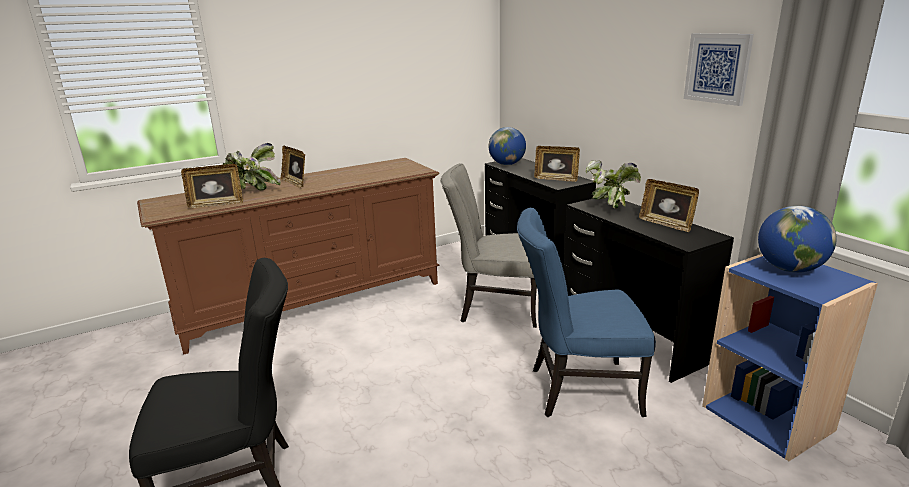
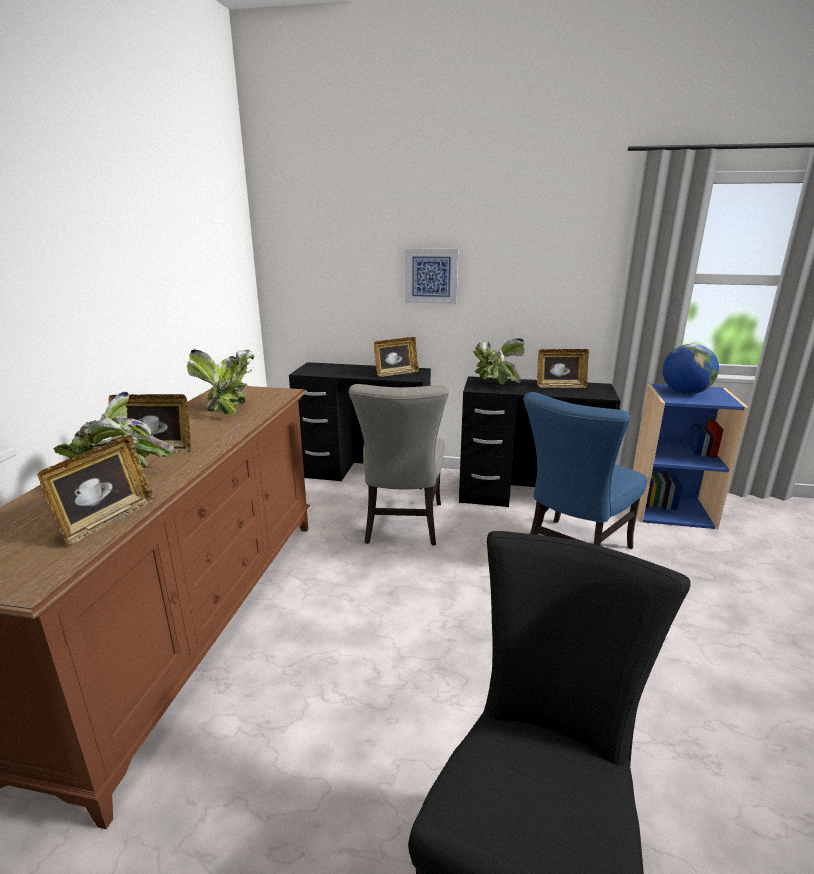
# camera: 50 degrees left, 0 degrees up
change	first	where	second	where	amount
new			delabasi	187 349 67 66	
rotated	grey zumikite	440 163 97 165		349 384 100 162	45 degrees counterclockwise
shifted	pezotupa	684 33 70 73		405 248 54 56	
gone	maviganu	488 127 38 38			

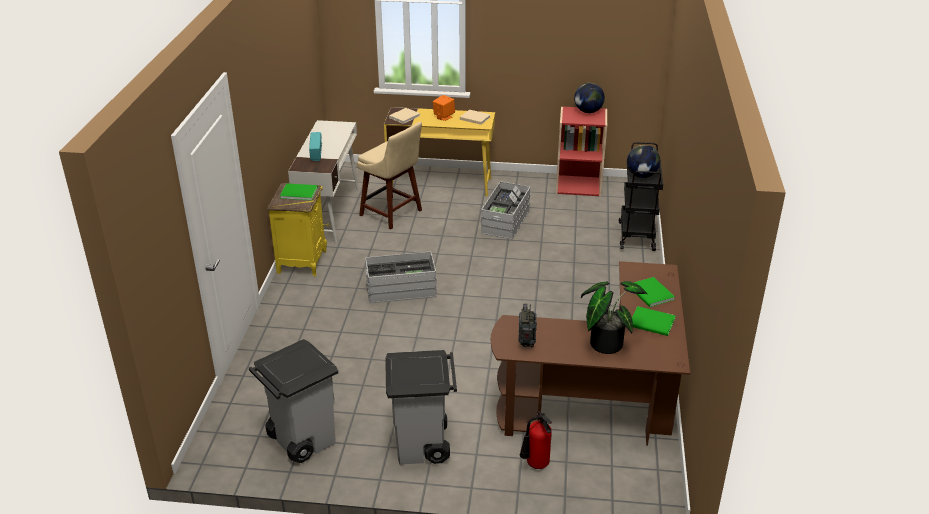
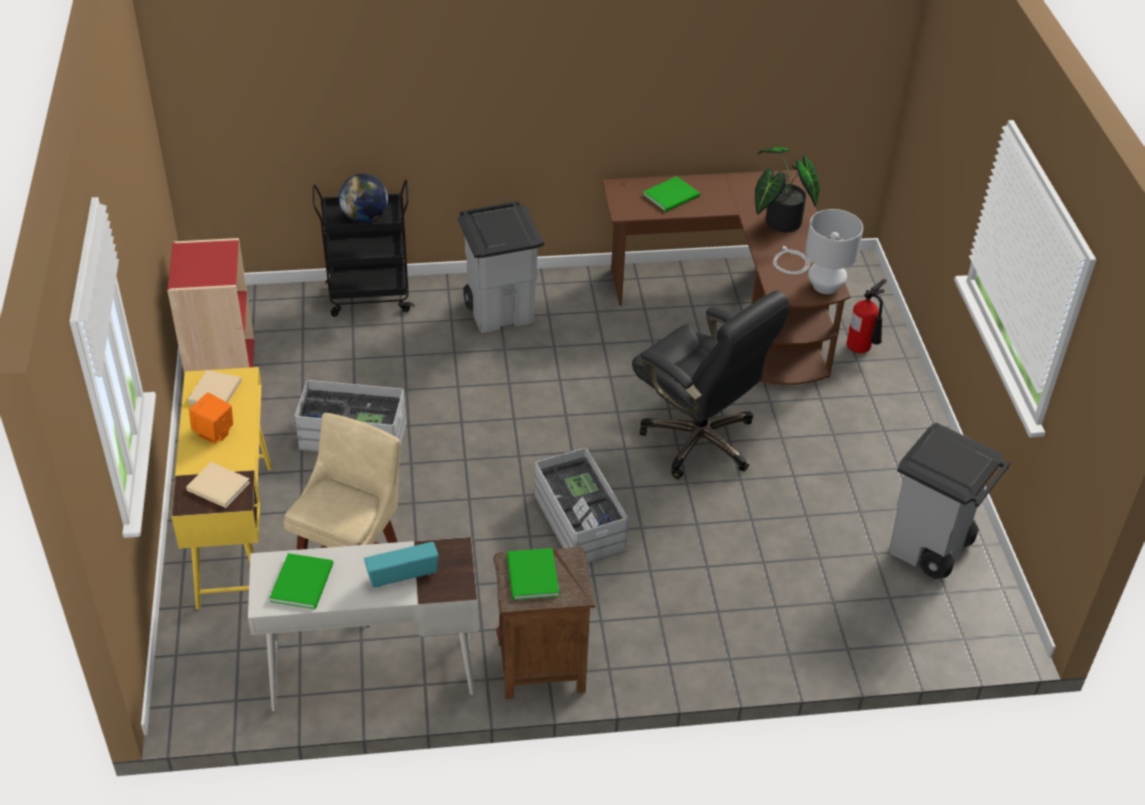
# camera: 105 degrees left, 10 degrees up
change	first	where	second	where	amount
shifted	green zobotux	632 306 44 30		270 553 63 56	
shifted	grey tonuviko	385 350 72 115		458 201 86 131	
repainted	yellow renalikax	267 183 62 93	brown renalikax	493 547 103 152	
new			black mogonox	632 291 158 188	
swapped	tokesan	519 304 18 43	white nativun	773 209 90 85	
gone	maviganu	574 83 31 30			

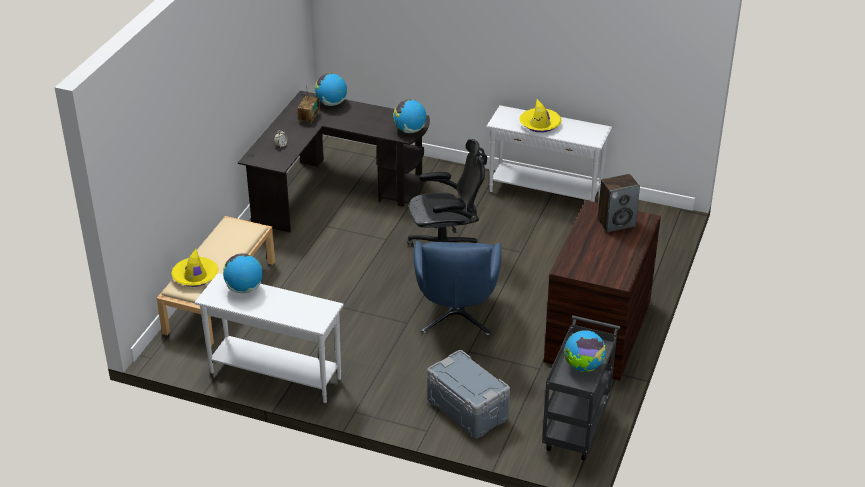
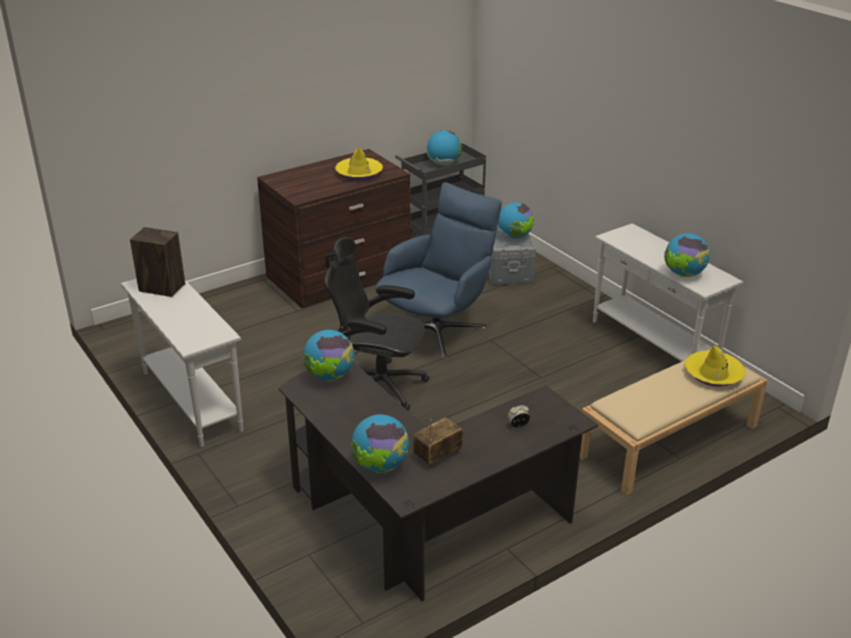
# camera: 145 degrees left, 5 degrees down
change	first	where	second	where	amount
shifted	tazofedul	598 174 42 59		130 227 55 70	
shifted	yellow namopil	519 99 43 34		335 148 48 33	
new			maviganu	498 202 36 37	

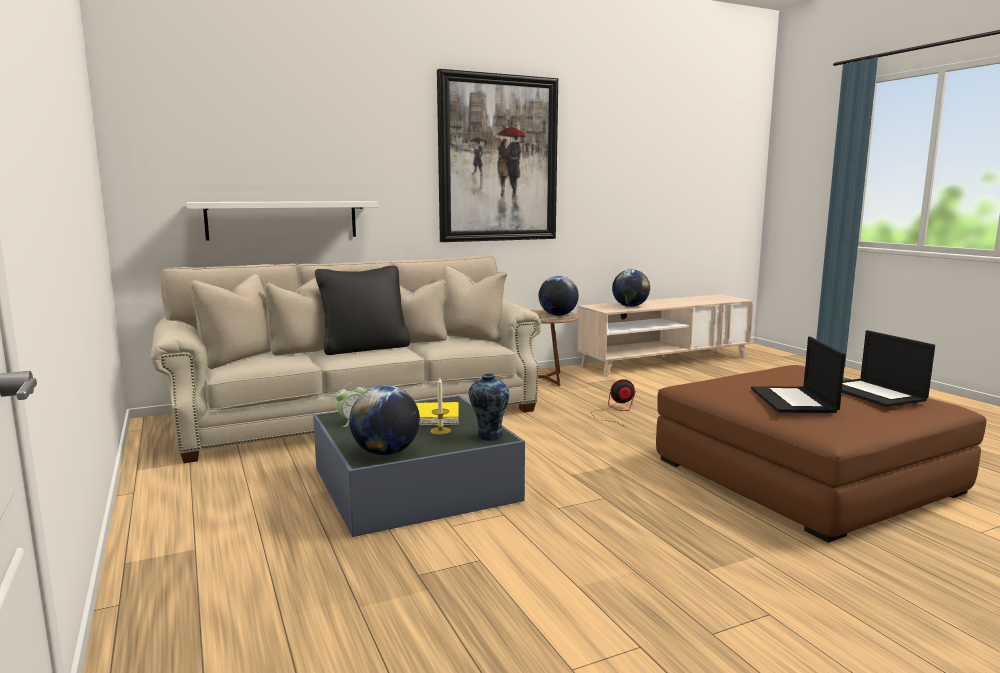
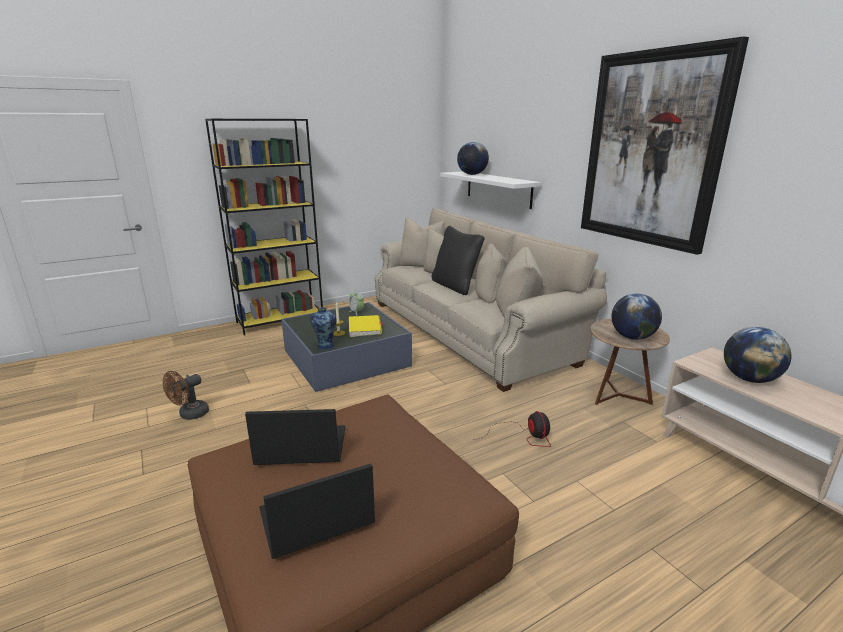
# camera: 85 degrees right, 10 degrees up
change	first	where	second	where	amount
new			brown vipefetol	163 371 46 49	
new			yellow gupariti	205 119 118 216	
shifted	maviganu	349 385 71 70		457 142 32 33	

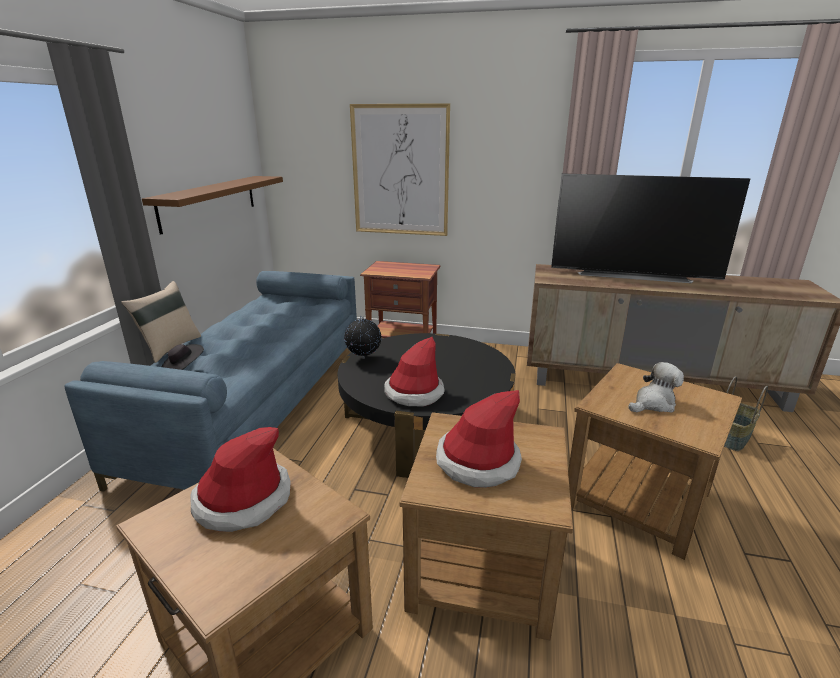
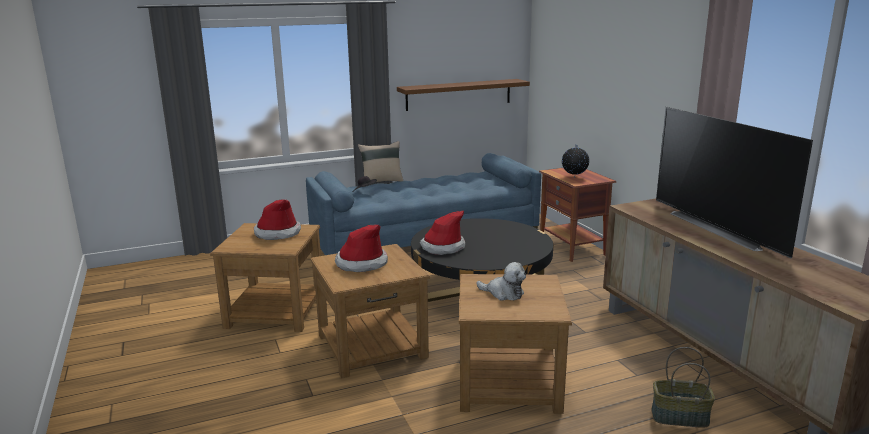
# camera: 55 degrees right, 5 degrees down
change	first	where	second	where	amount
shifted	maviganu	344 316 37 43		562 145 27 33	
gone	pezotupa	350 103 100 133			

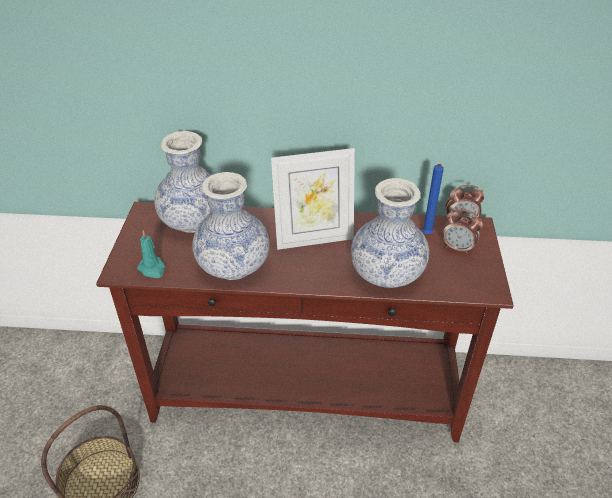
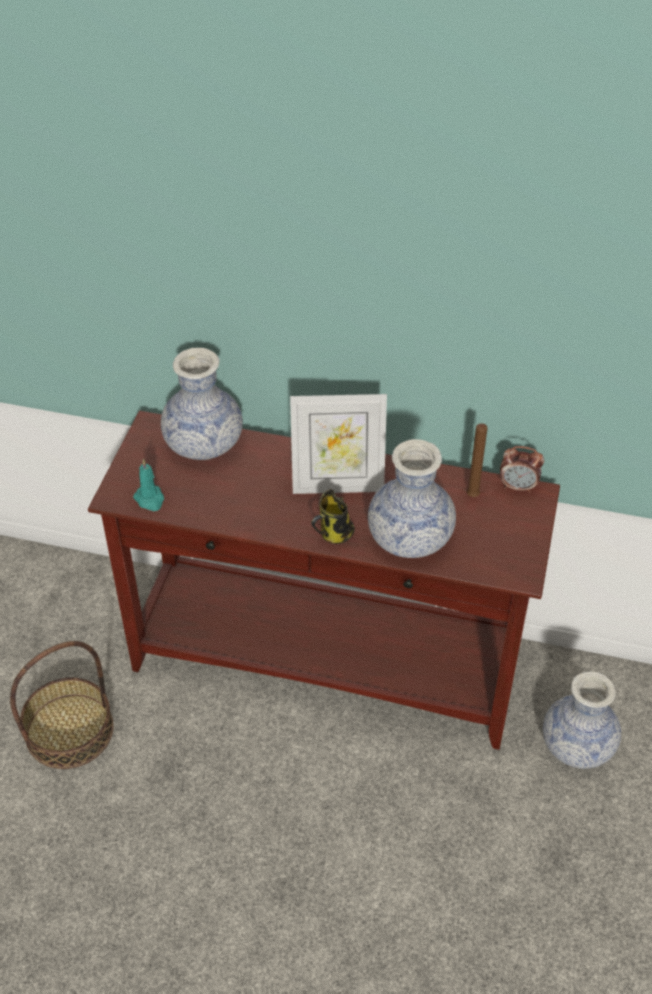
# camera: 10 degrees right, 5 degrees up
change	first	where	second	where	amount
new			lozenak	311 489 44 55	
repainted	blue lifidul	422 164 22 70	brown lifidul	467 423 20 74	
shifted	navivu	192 172 78 108		543 672 78 97	
gone	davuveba	442 209 41 45			

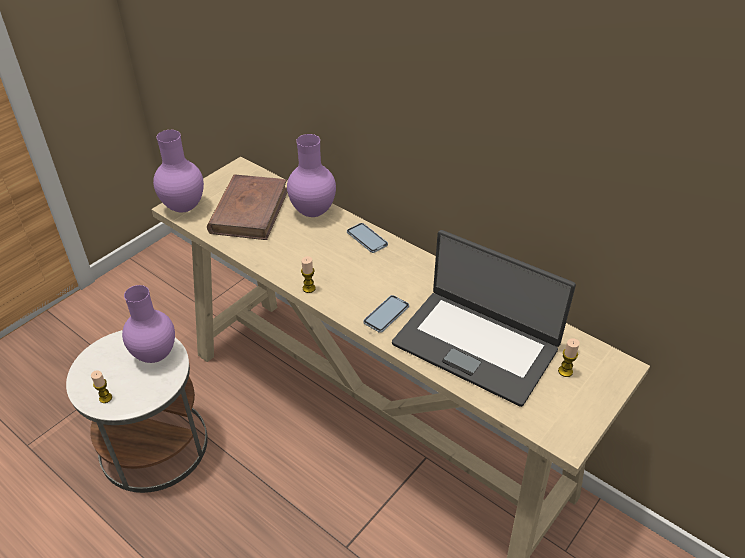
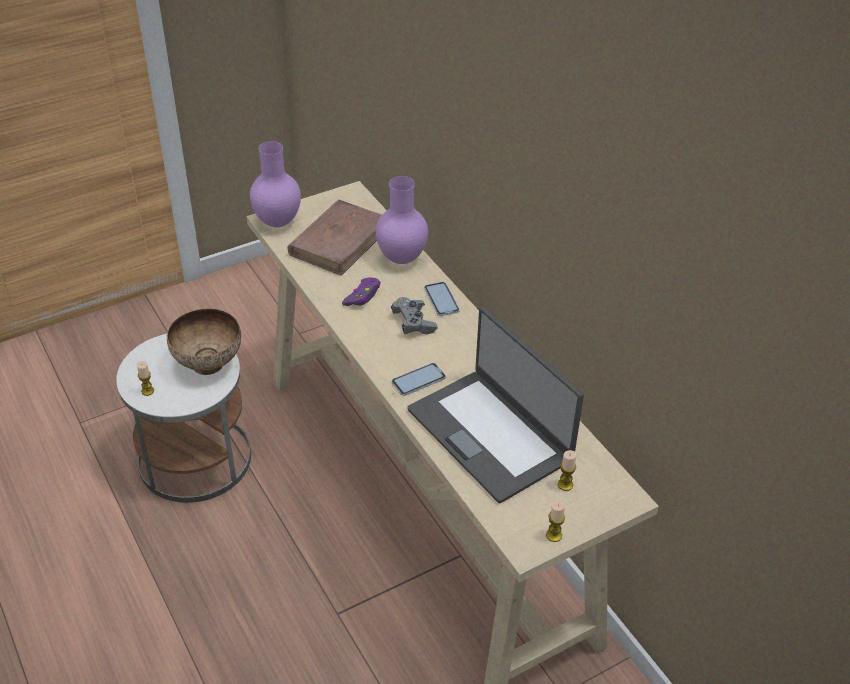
# camera: 20 degrees right, 0 degrees up
change	first	where	second	where	amount
swapped	purple navivu	122 285 53 78	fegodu	167 308 74 67	
new			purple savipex	342 278 39 28	
new			grey savipex	391 297 47 37	
shifted	lifidul	301 256 15 37		546 500 19 42	

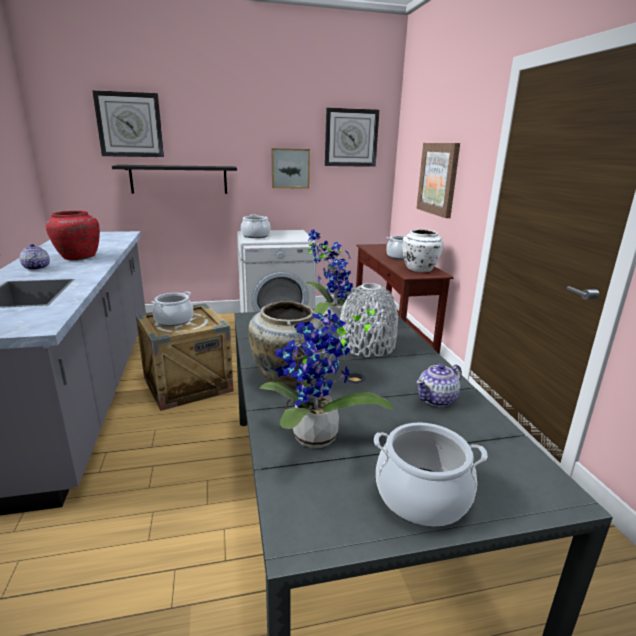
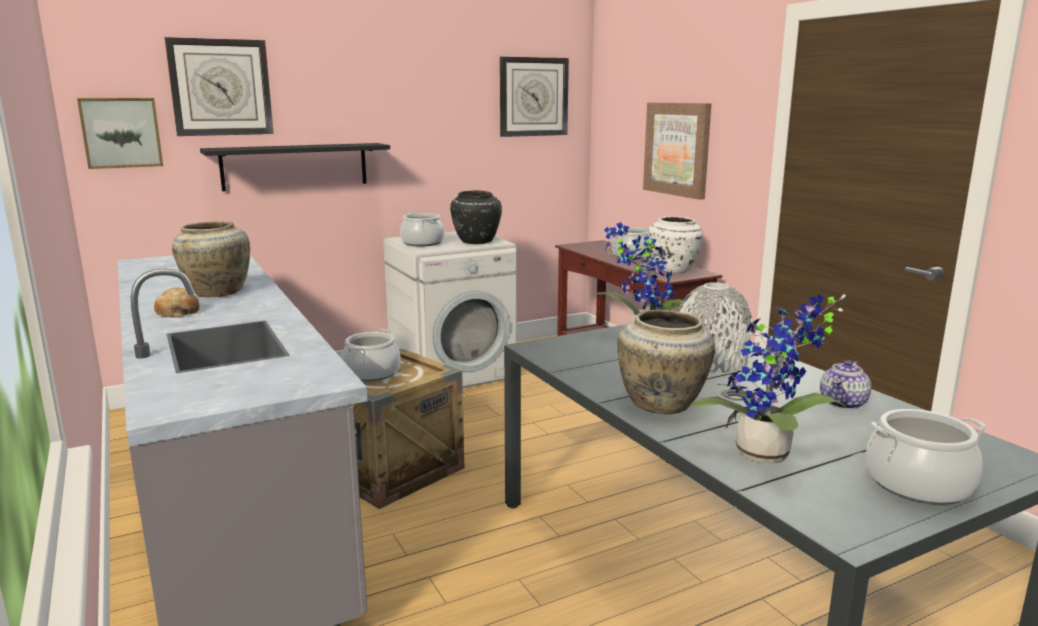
# camera: 15 degrees left, 5 degrees down
change	first	where	second	where	amount
shifted	pezotupa	271 148 39 40		77 98 86 71	
swapped	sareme	19 244 31 26	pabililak	154 287 45 30	
repainted	red navivu	46 211 54 49	beige navivu	172 221 78 76	
new			black navivu	450 190 52 54	

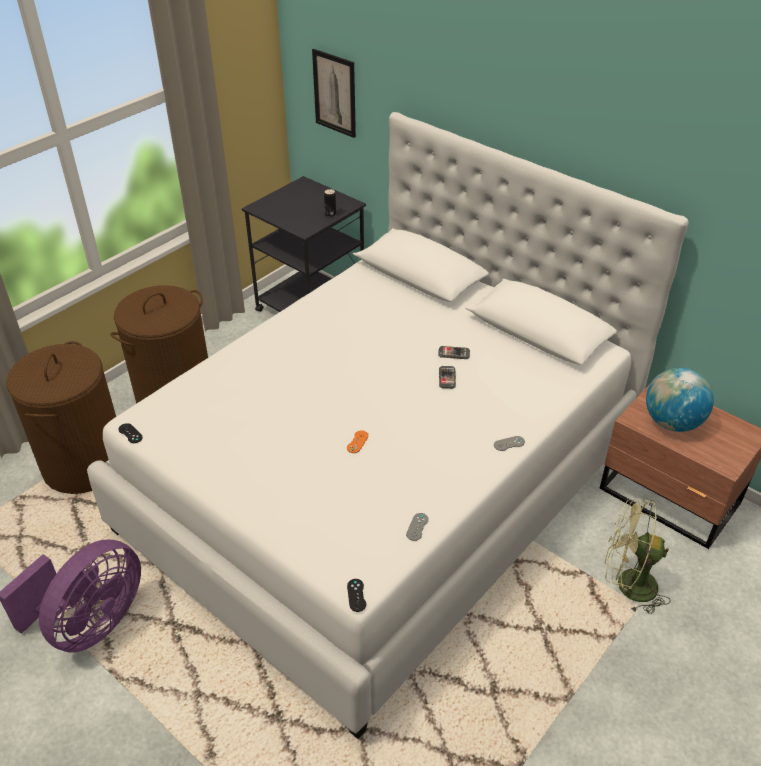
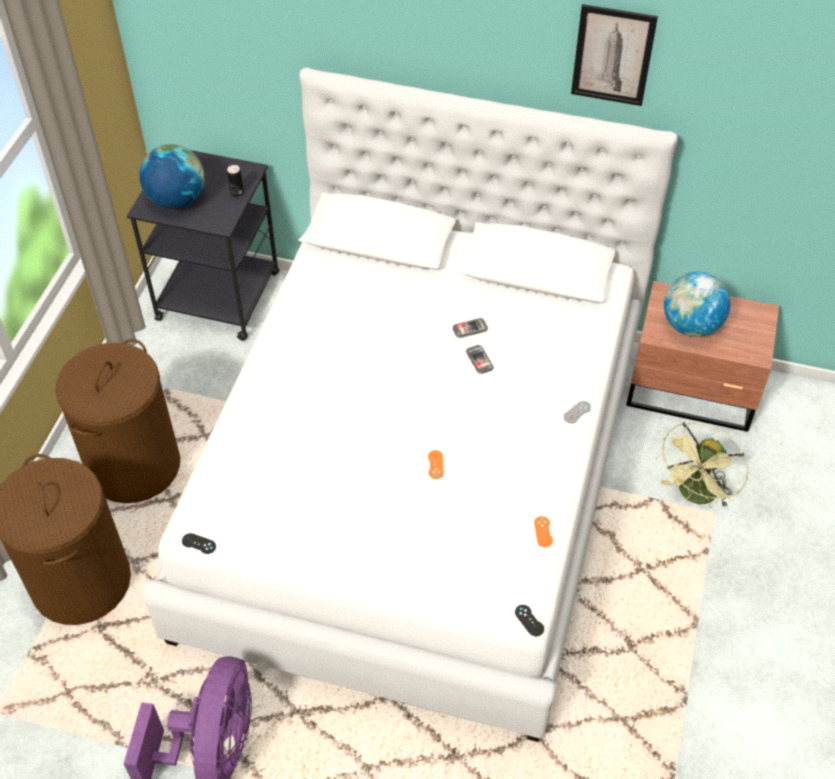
# camera: 25 degrees left, 10 degrees up
change	first	where	second	where	amount
new			maviganu	139 144 66 65	
repainted	grey savipex	406 513 23 28	orange savipex	534 516 19 31	
shifted	pezotupa	312 49 44 89		571 4 87 102	
rotated	green vipefetol	605 498 65 116		656 422 92 86	45 degrees counterclockwise

